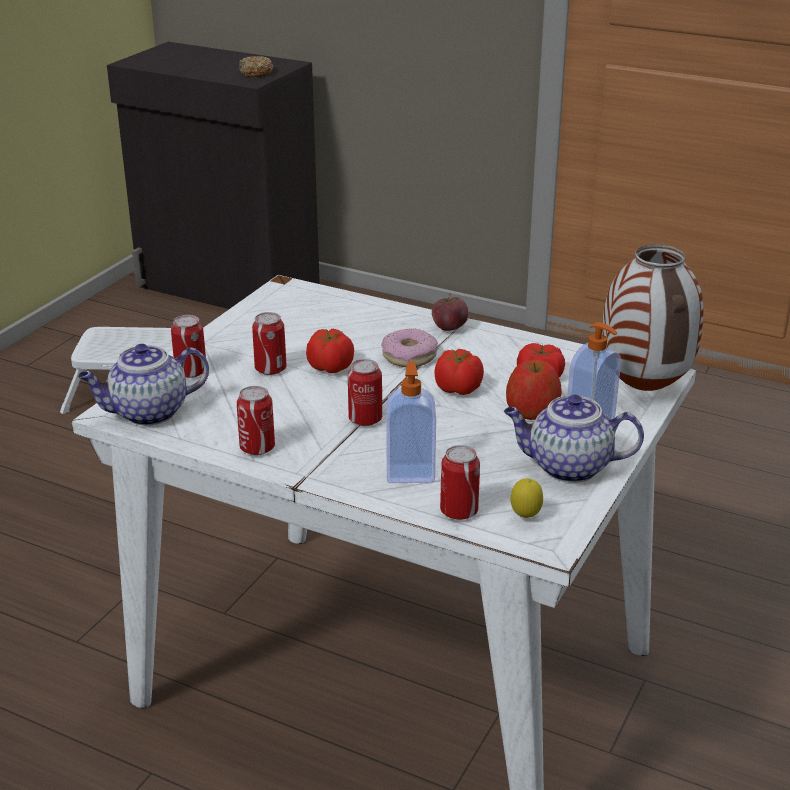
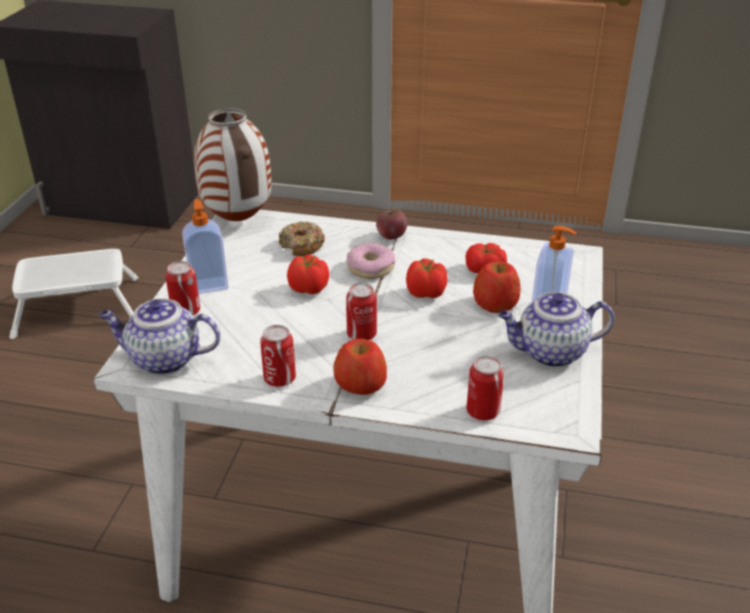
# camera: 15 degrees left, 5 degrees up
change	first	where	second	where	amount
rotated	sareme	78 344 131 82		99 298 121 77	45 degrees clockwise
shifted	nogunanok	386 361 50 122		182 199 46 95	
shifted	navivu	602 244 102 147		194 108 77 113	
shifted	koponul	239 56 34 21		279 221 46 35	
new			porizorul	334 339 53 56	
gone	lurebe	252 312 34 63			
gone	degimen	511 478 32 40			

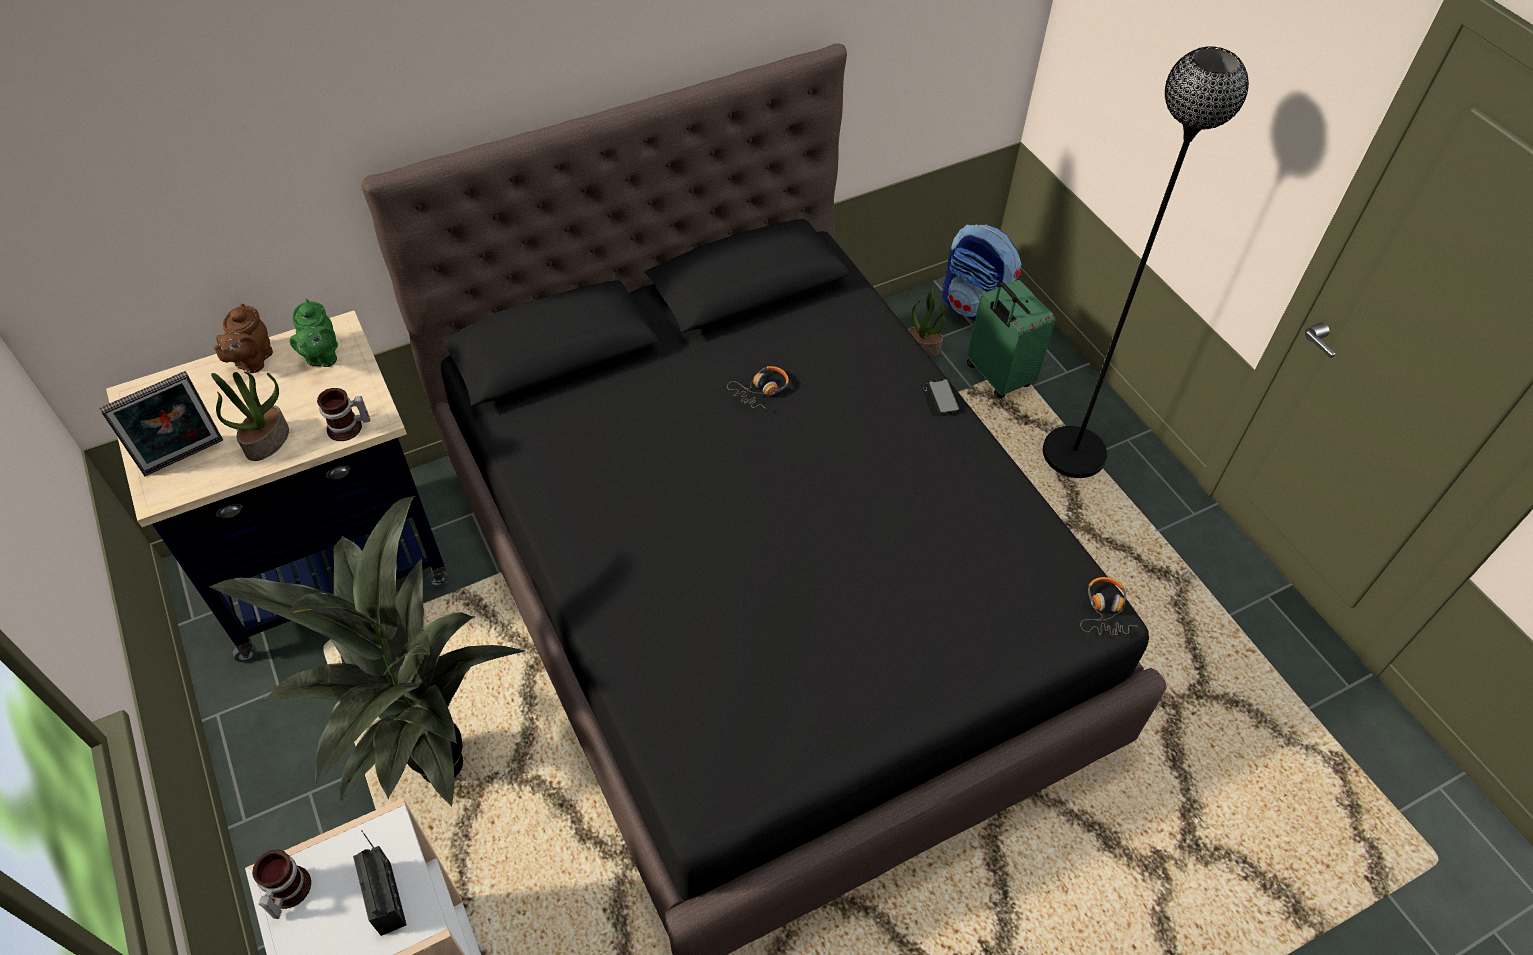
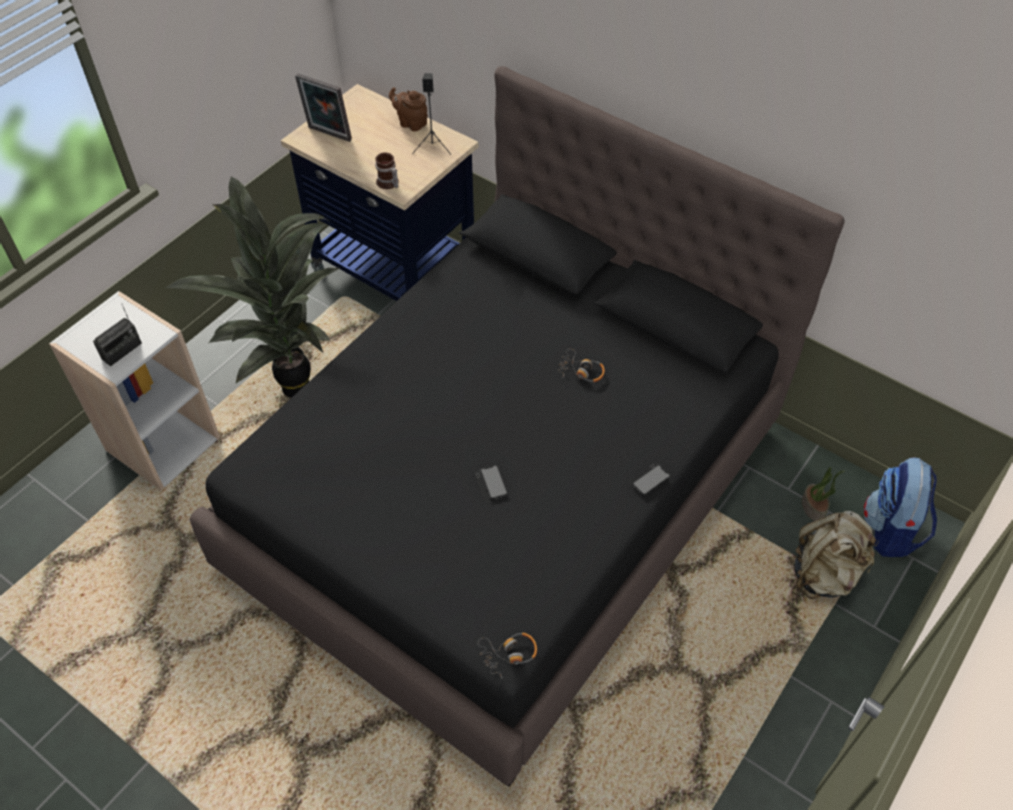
# camera: 65 degrees right, 0 degrees up
change	first	where	second	where	amount
rotated	brown sareme	213 303 60 70		389 87 39 44	45 degrees clockwise
swapped	green sareme	290 299 48 68	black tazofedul	412 73 40 82	
new			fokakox	474 465 34 37	
swapped	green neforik	967 280 88 118	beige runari	794 511 85 88	
gone	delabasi	211 372 78 89			
gone	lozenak	252 850 59 69			
gone	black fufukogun	1043 46 206 432			

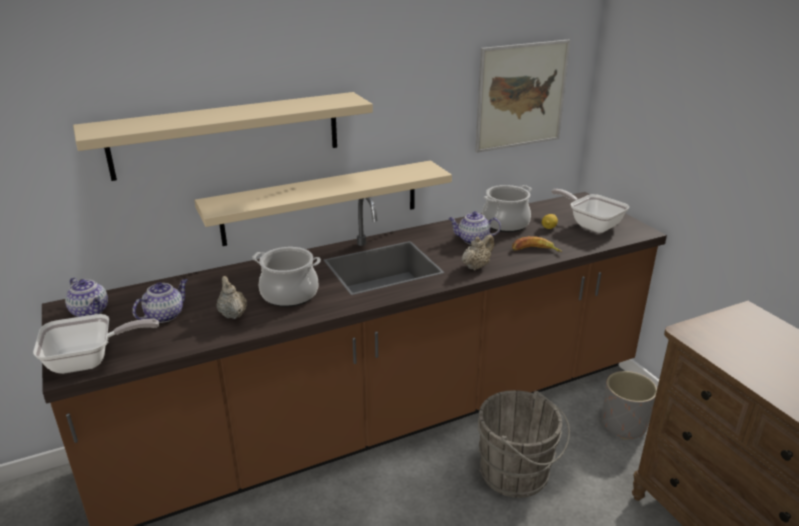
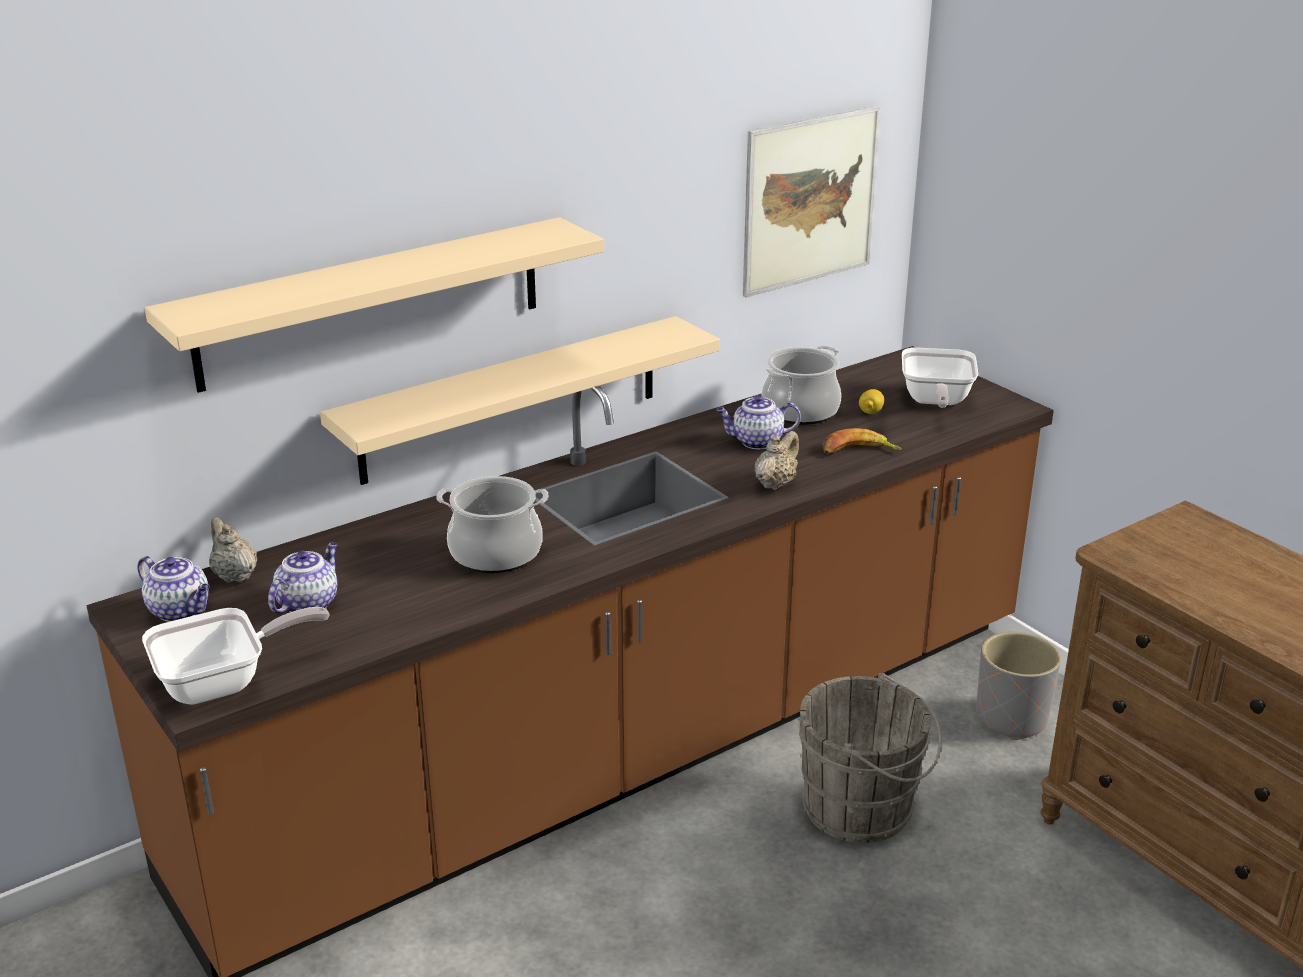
# camera: 10 degrees left, 0 degrees up
change	first	where	second	where	amount
shifted	beige sareme	216 276 31 43		209 517 48 66	
rotated	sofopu	551 189 78 44		902 347 76 61	120 degrees counterclockwise

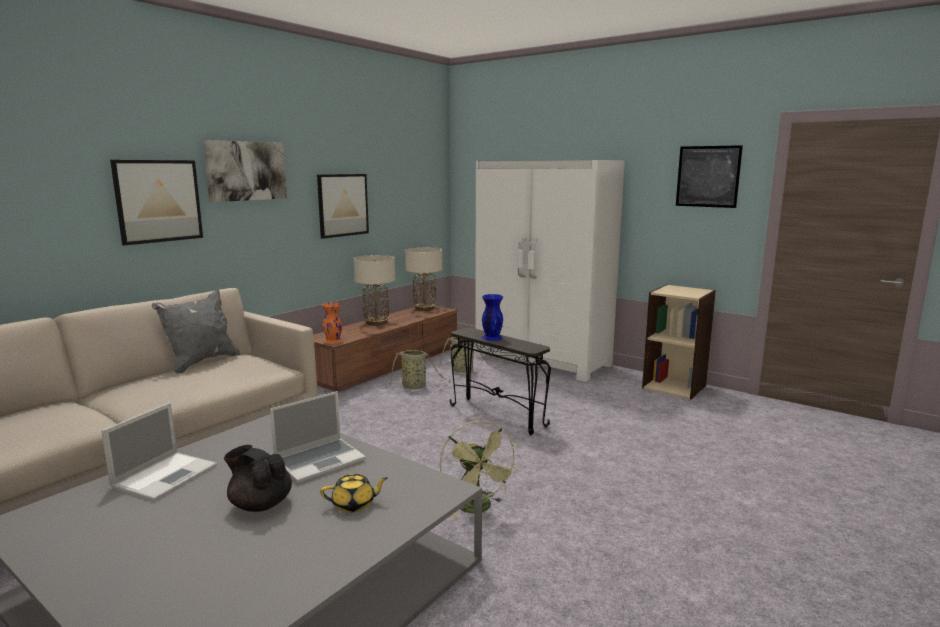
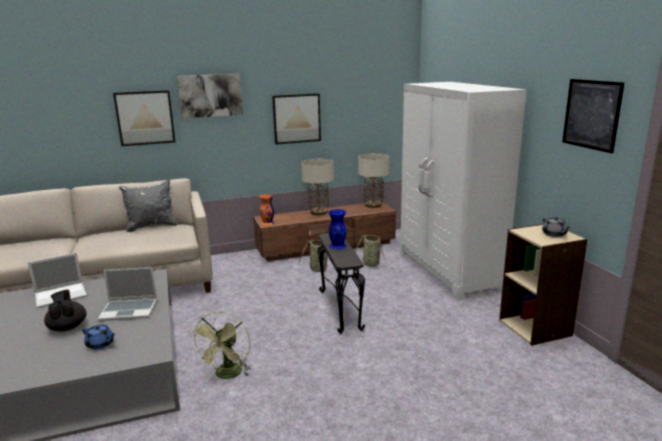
# camera: 35 degrees right, 5 degrees up
change	first	where	second	where	amount
repainted	yellow sareme	320 474 68 38	blue sareme	82 325 33 24	
new			grey sareme	542 217 28 20	

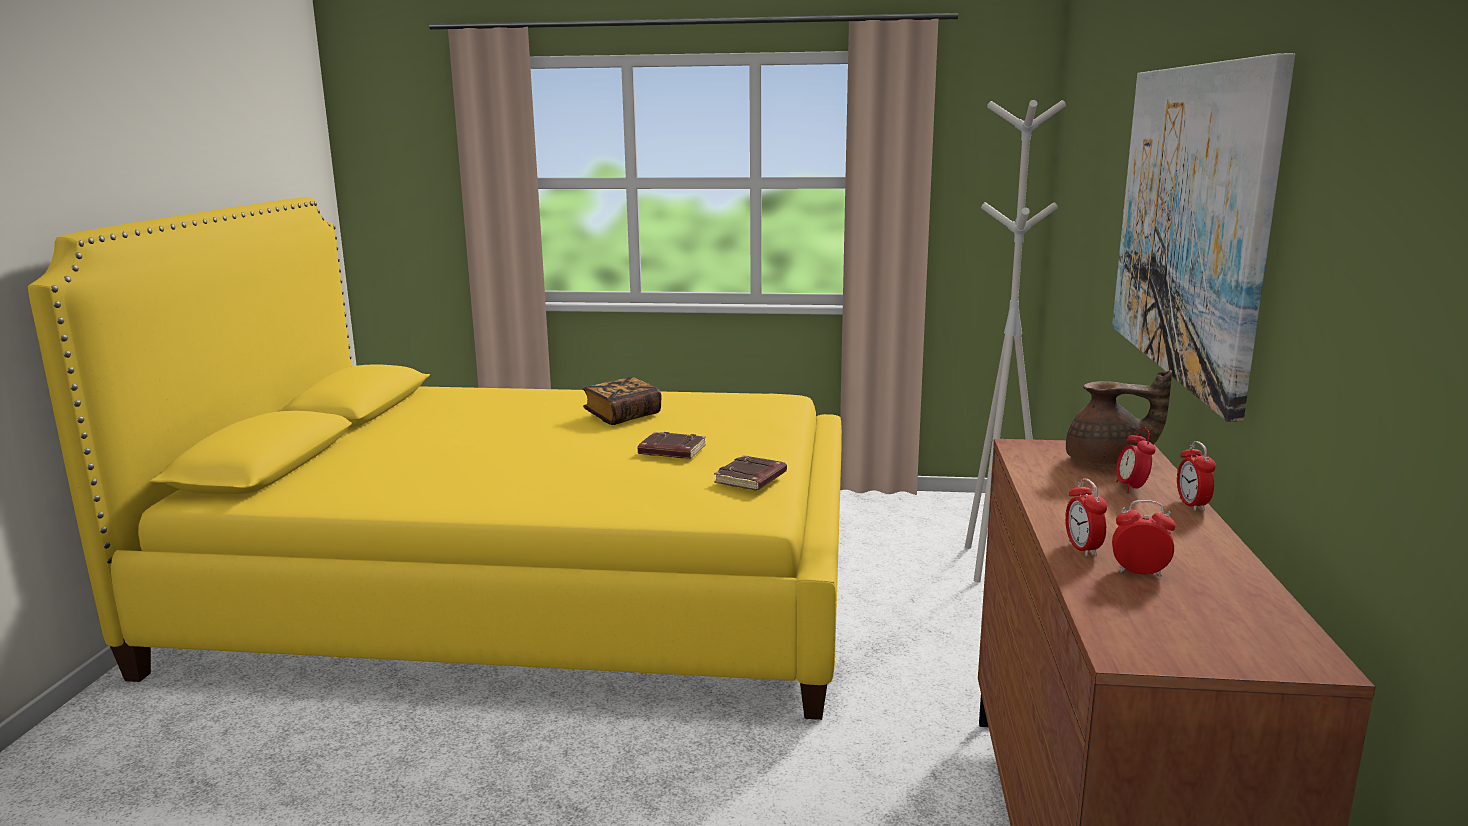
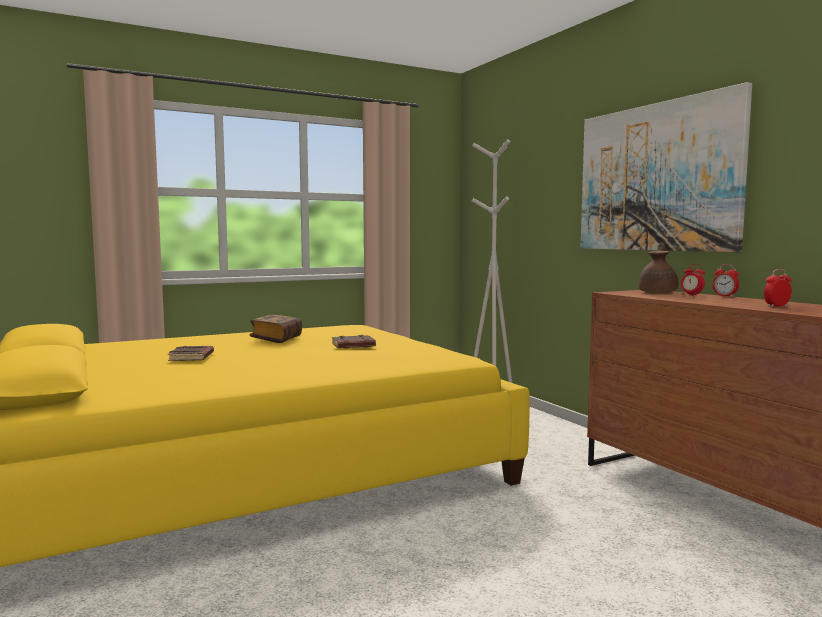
# camera: 35 degrees left, 10 degrees down
change	first	where	second	where	amount
shifted	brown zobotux	714 455 73 35		168 346 46 15	
rotated	brown sareme	1066 370 106 98		638 242 41 51	45 degrees counterclockwise
gone	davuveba	1065 478 42 78			

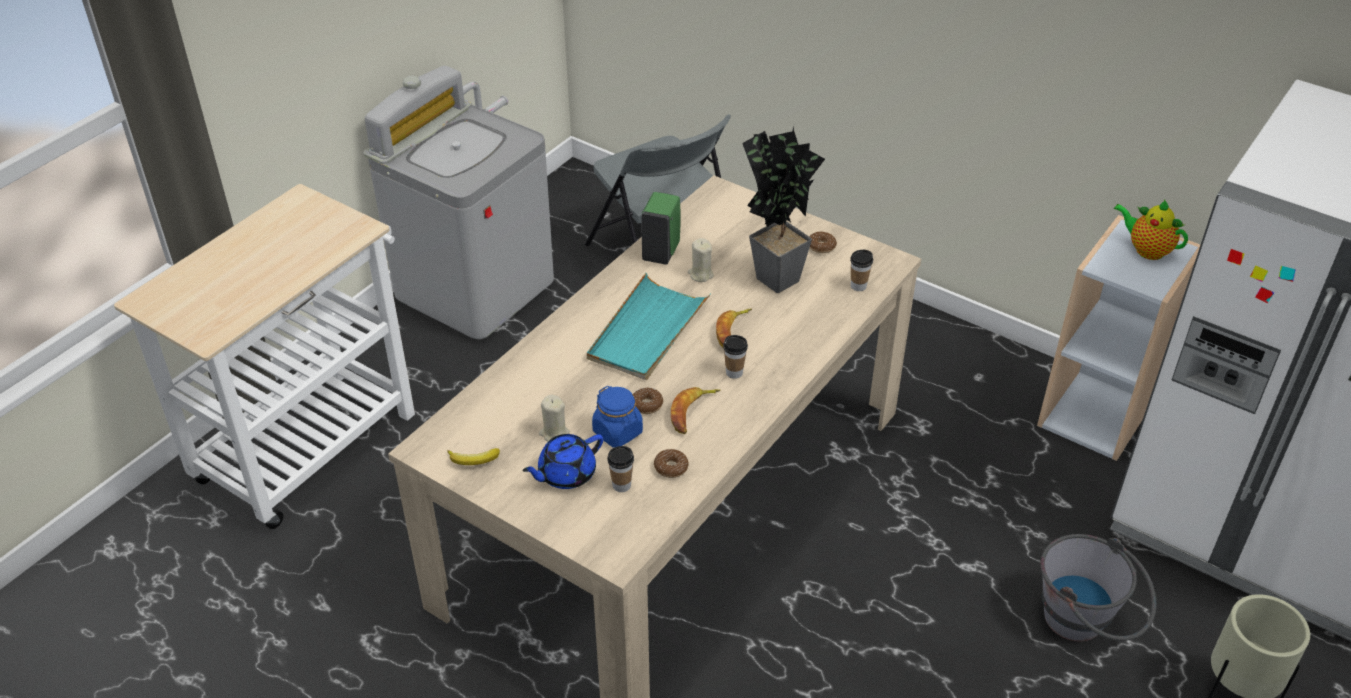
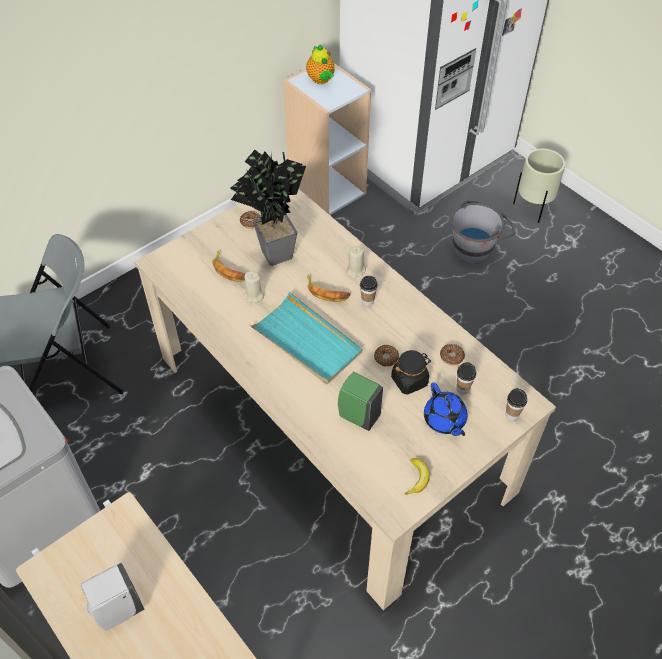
# camera: 75 degrees left, 10 degrees up
change	first	where	second	where	amount
new			white nogunanok	81 563 64 68	
shifted	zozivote	671 387 50 47		212 250 33 32	
rotated	sareme	1113 200 75 60		306 44 29 40	75 degrees counterclockwise
shifted	green nogunanok	641 192 40 73		338 371 45 60	
shifted	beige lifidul	539 394 31 47		347 246 19 33	
repainted	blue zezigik	592 386 51 61	black zezigik	391 350 40 45	
shifted	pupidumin	850 250 23 41		505 388 22 33	

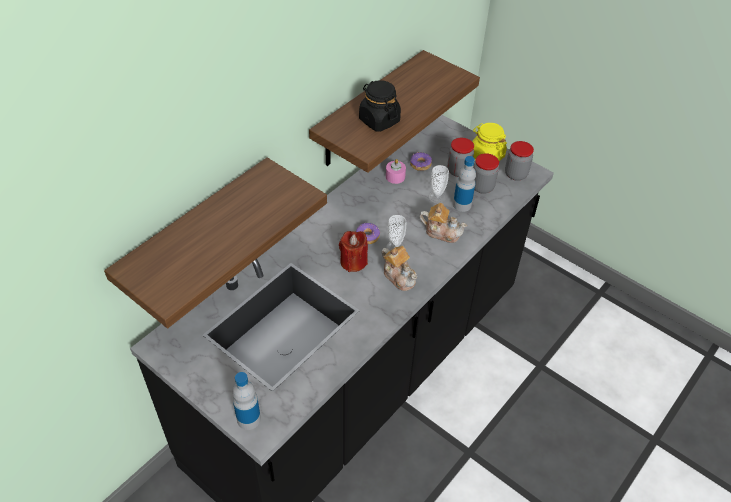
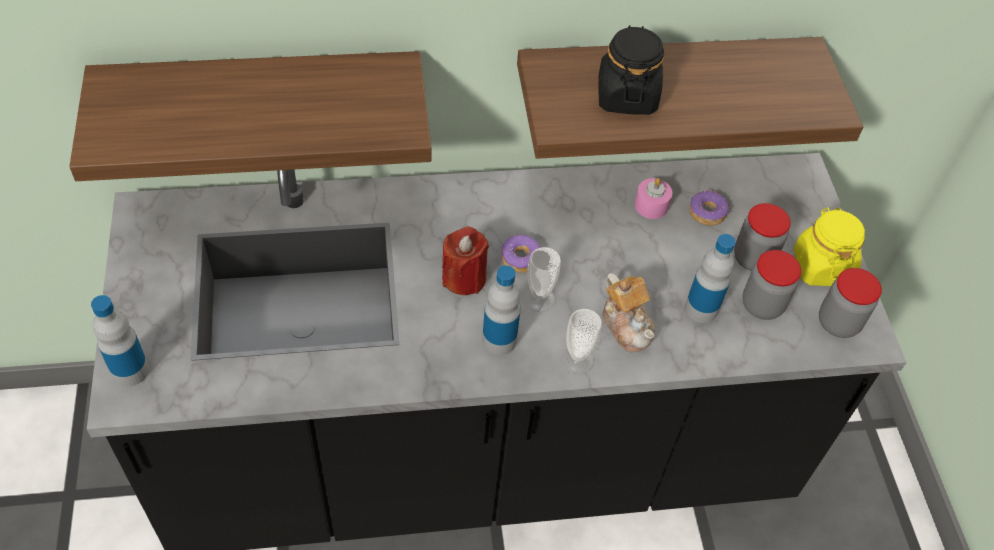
# camera: 40 degrees right, 5 degrees up
change	first	where	second	where	amount
swapped	sareme	381 246 36 45	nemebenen	482 265 39 90	
shifted	pupidumin	428 165 21 39		561 309 41 65	

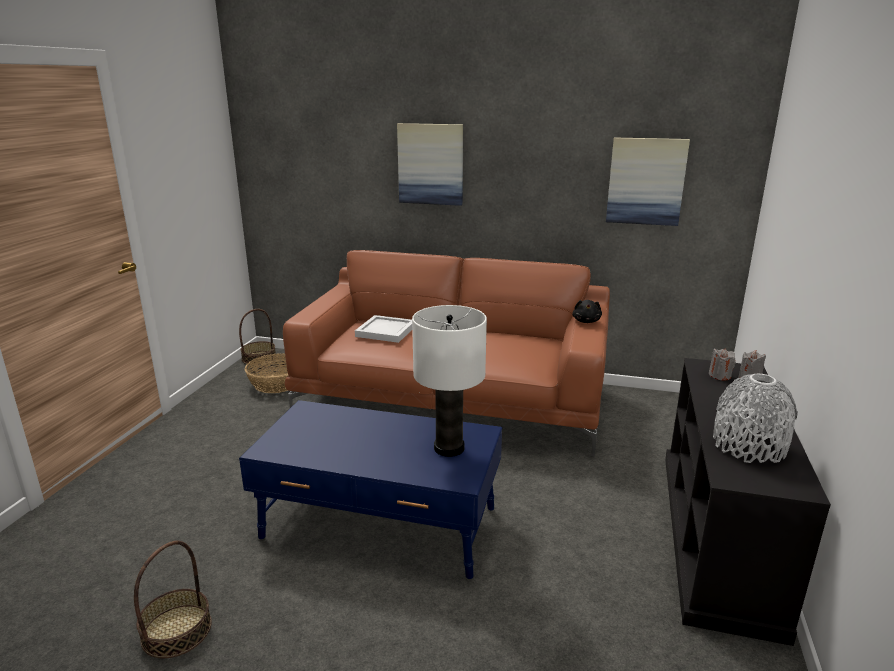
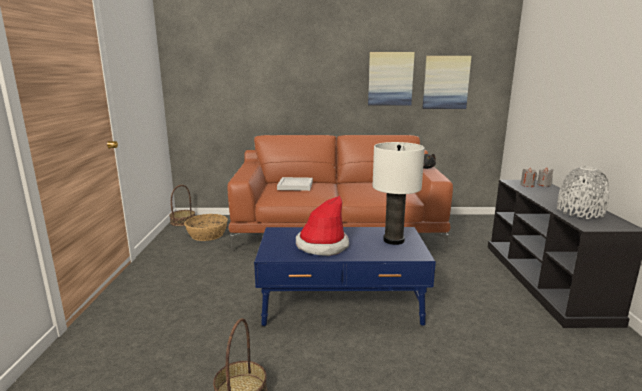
# camera: 15 degrees left, 5 degrees down
change	first	where	second	where	amount
new			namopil	296 196 53 60	
shifted	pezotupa	397 123 66 83		368 52 47 54	

